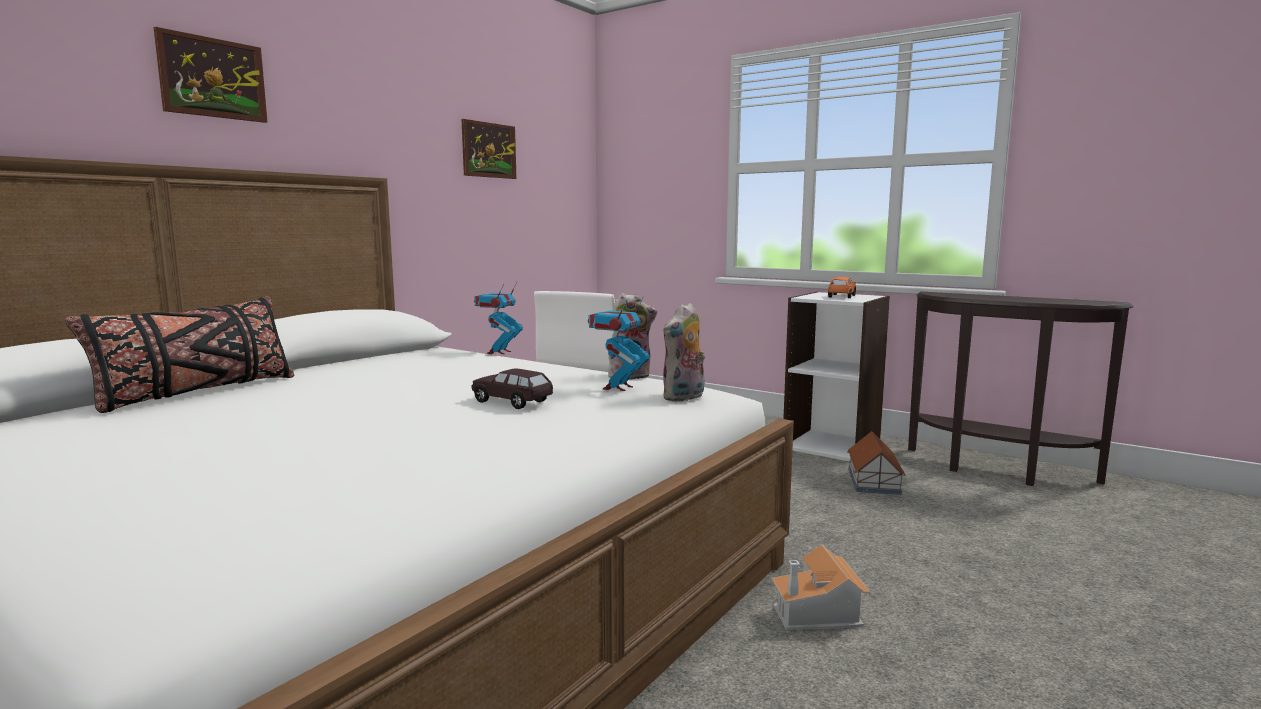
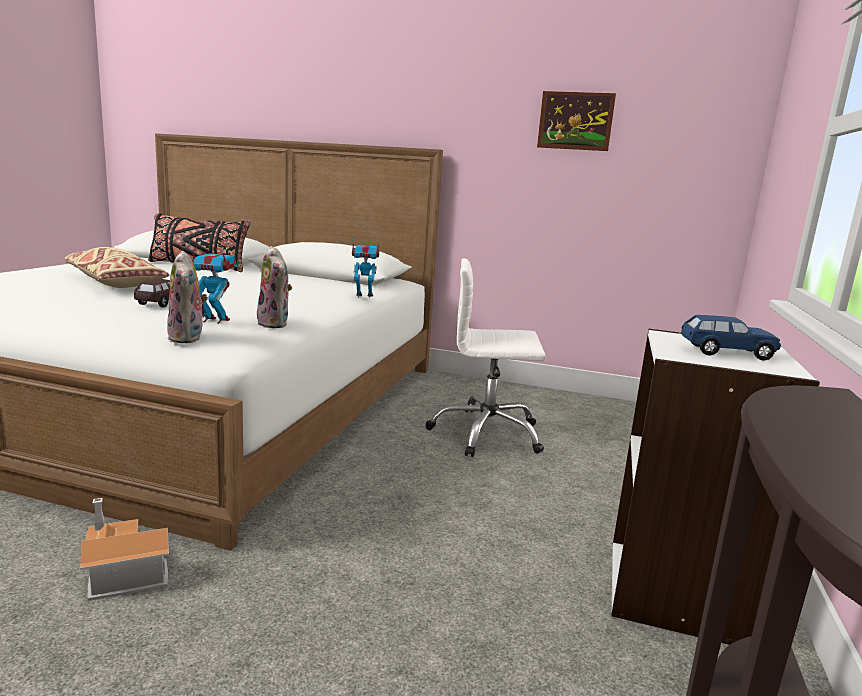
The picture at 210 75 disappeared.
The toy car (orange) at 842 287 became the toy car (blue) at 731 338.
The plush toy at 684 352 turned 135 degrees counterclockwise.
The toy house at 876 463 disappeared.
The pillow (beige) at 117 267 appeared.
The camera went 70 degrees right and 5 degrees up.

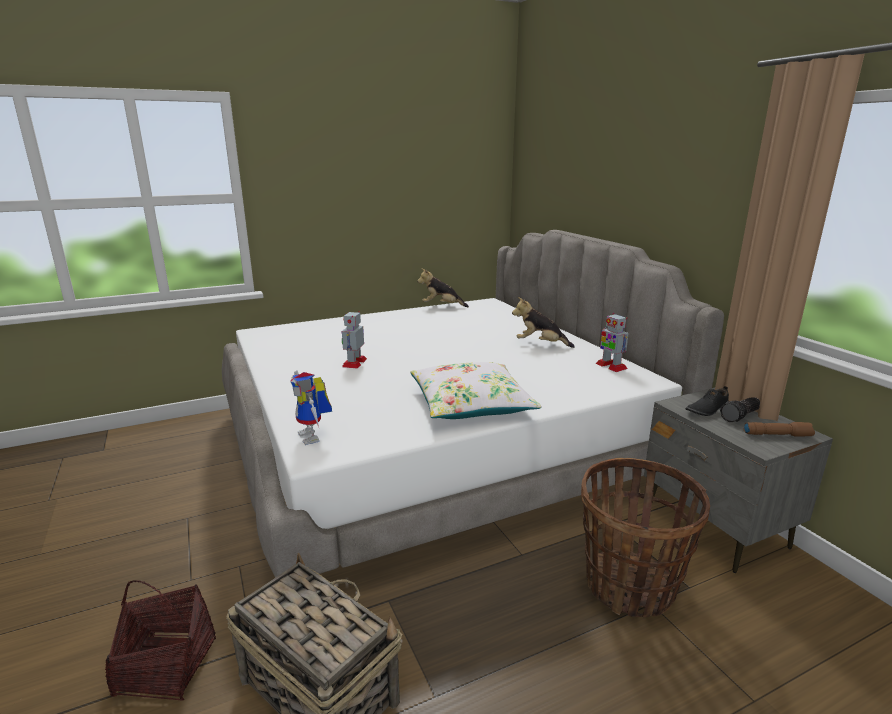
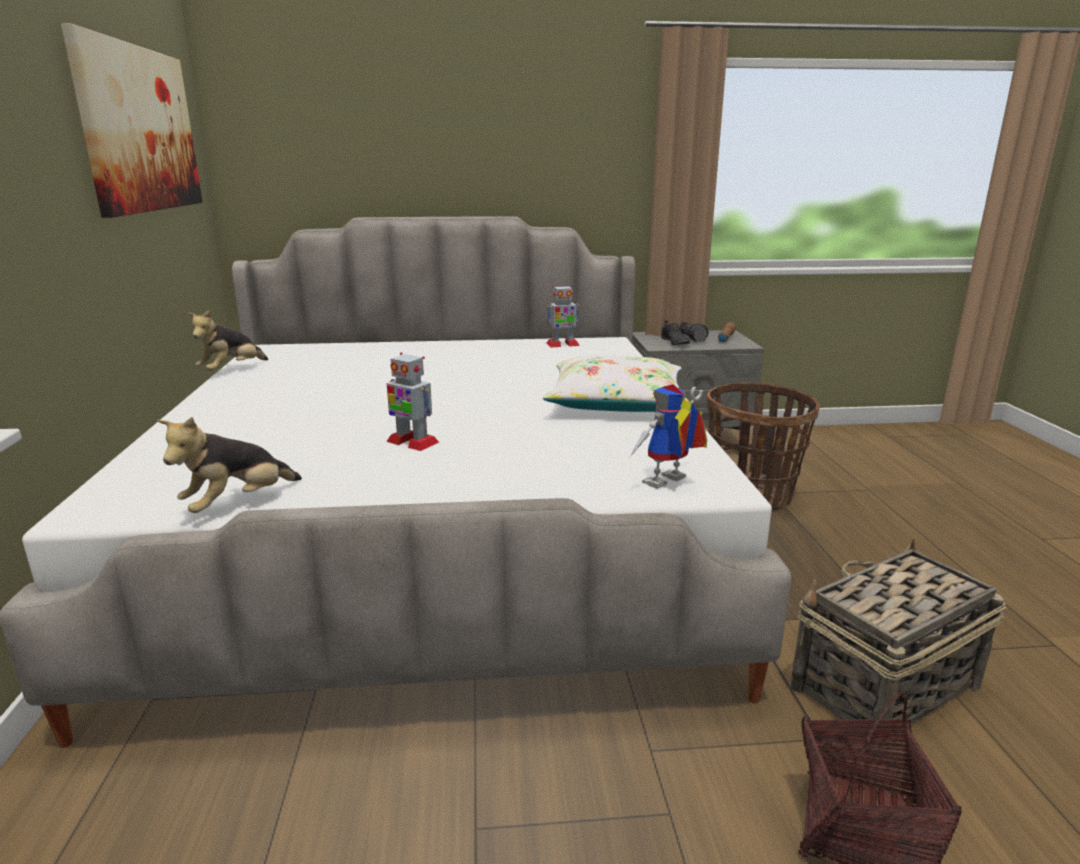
The plush toy moved from 543 322 to 229 465.
The toy robot at 311 407 turned 150 degrees clockwise.
The picture at 132 120 appeared.
The camera went 70 degrees left and 0 degrees up.

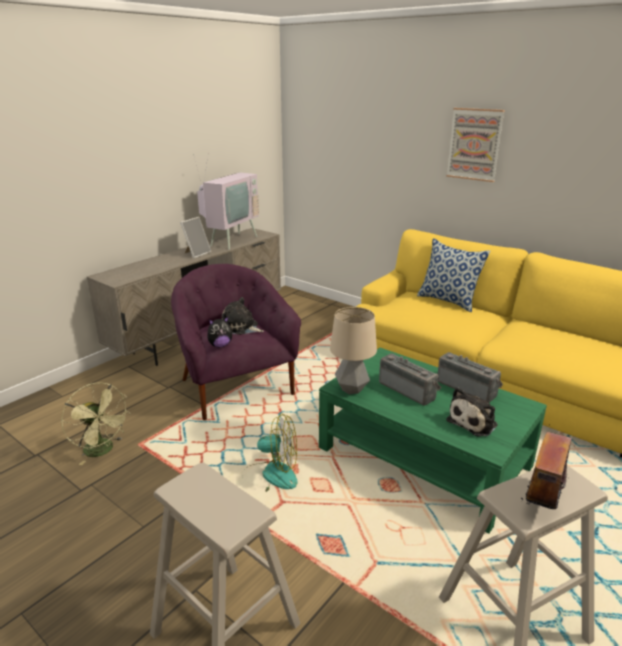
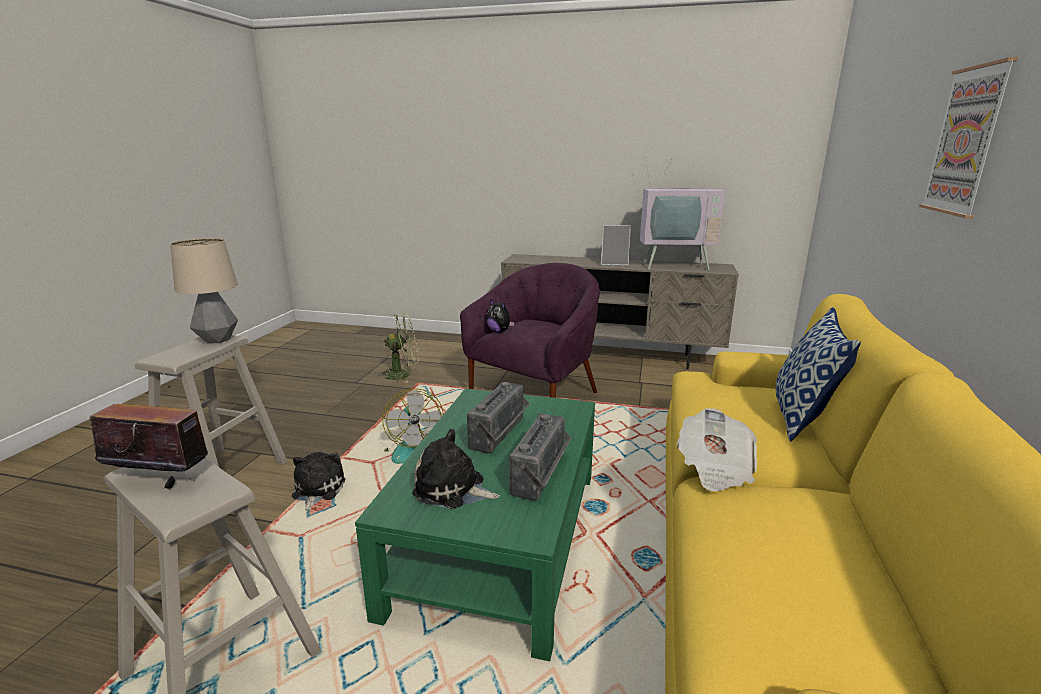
The plush toy moved from 243 316 to 318 481.
The table lamp moved from 353 350 to 204 291.
The fan (green) at 96 423 turned 120 degrees counterclockwise.
The newspaper at 717 449 appeared.
The camera went 65 degrees right and 5 degrees down.

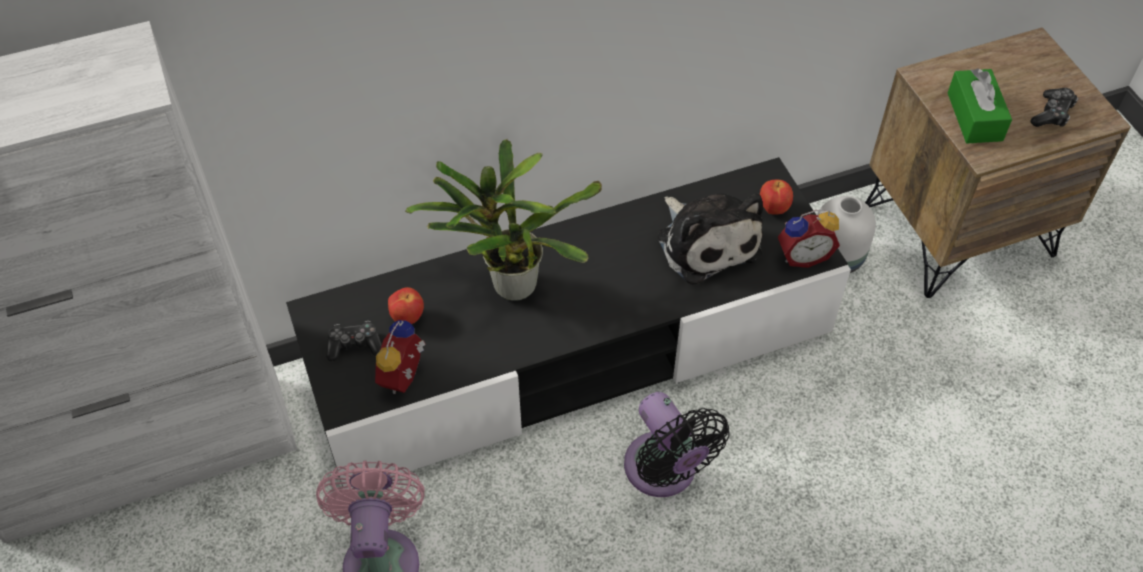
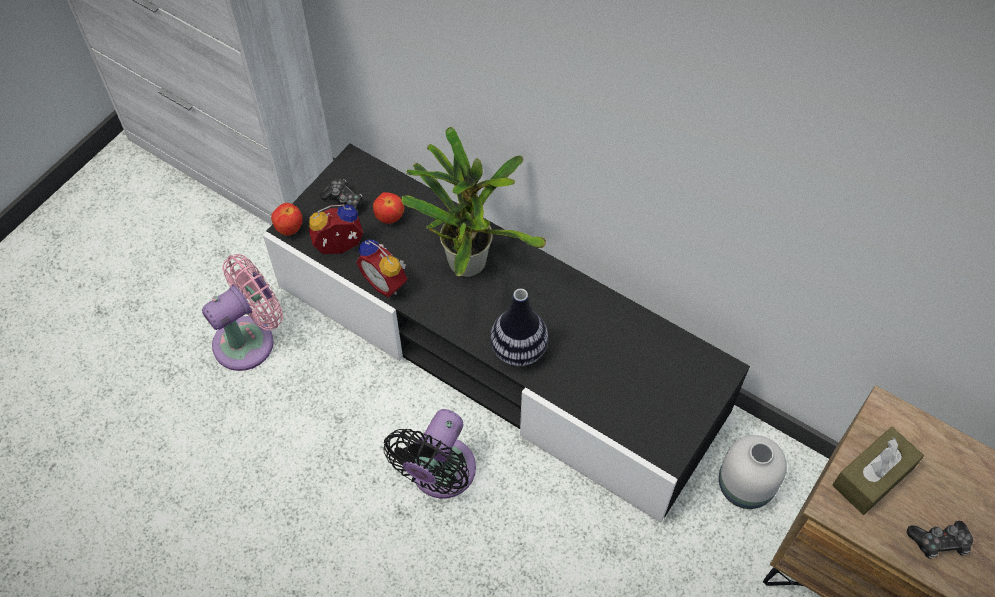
The tissue box (green) at 980 106 became the tissue box (brown) at 878 471.
The apple moved from 776 197 to 286 219.
The plush toy at 710 239 disappeared.
The alarm clock moved from 809 239 to 381 269.
The vase at 519 327 appeared.
The camera went 55 degrees right and 5 degrees up.

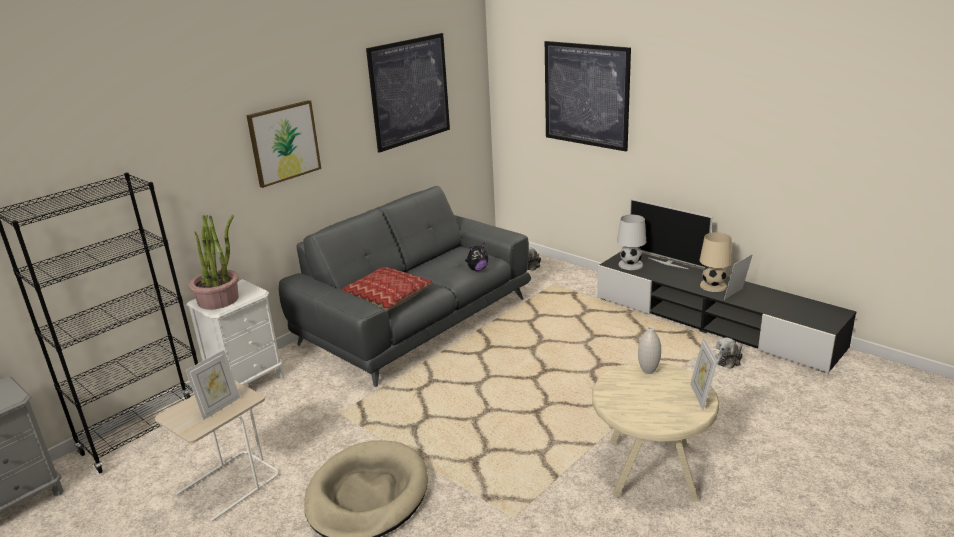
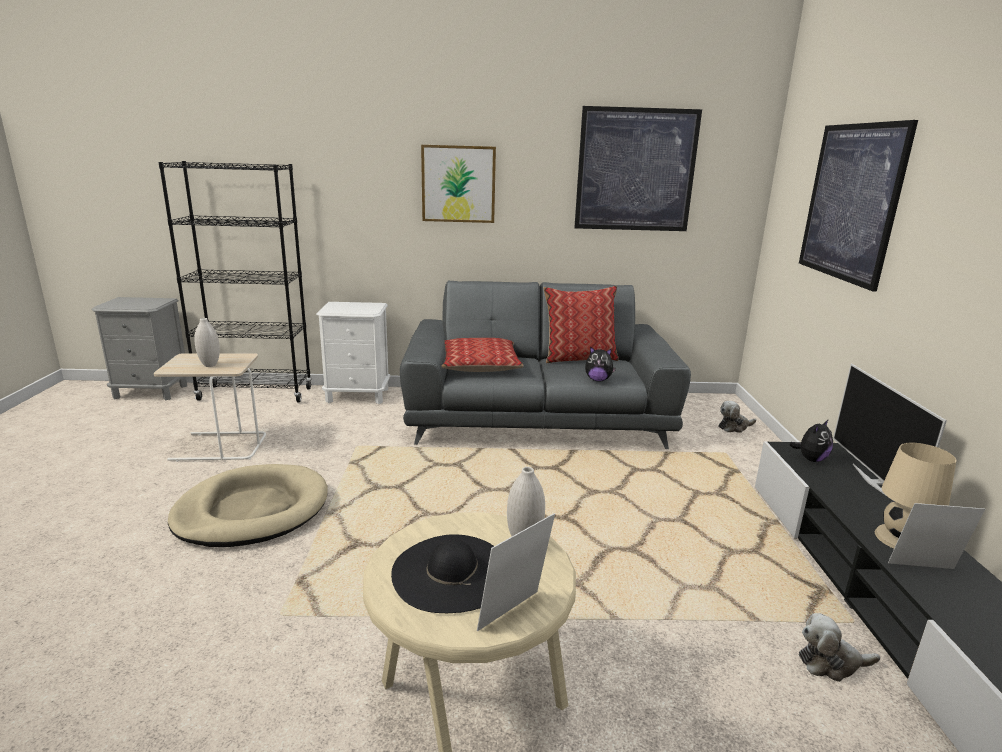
The potted plant at 214 262 disappeared.
The table lamp (white) at 631 242 was replaced by the plush toy at 811 440.
The picture frame at 212 385 was replaced by the vase (white) at 207 342.
The pillow at 581 324 appeared.
The hat (black) at 442 573 appeared.
The camera went 45 degrees right and 5 degrees down.

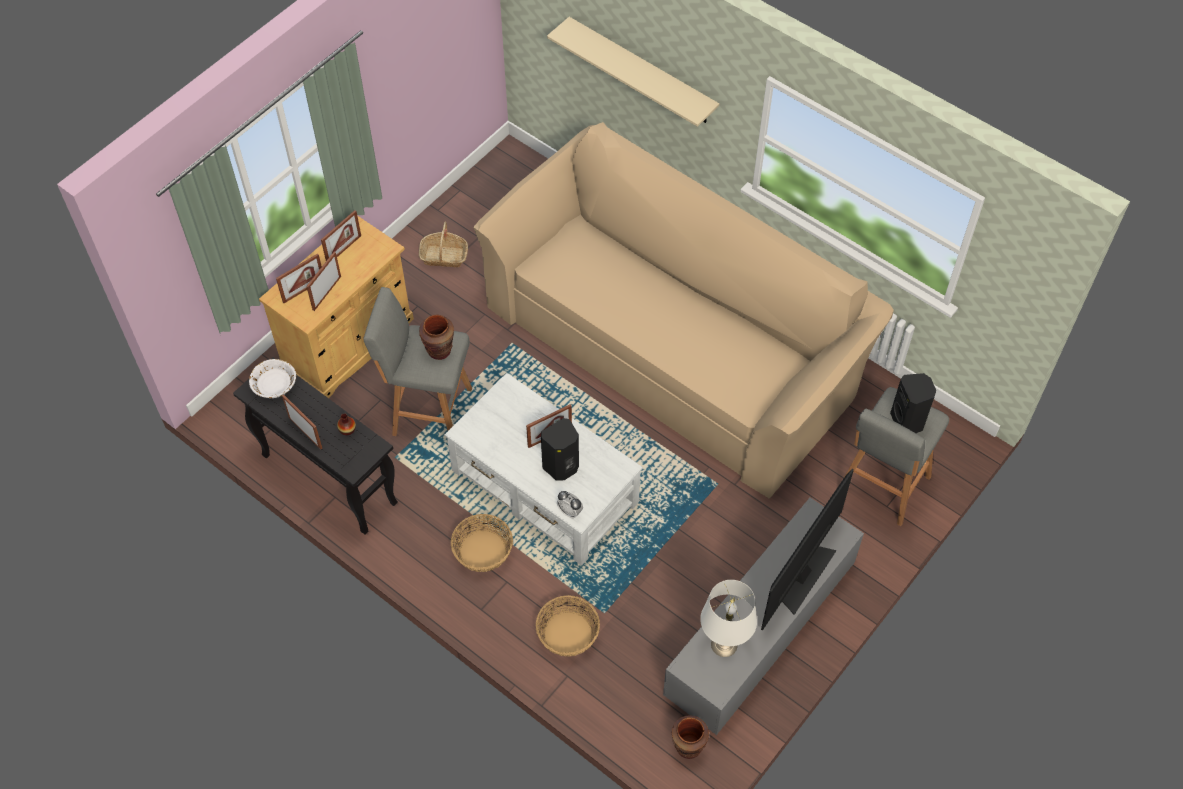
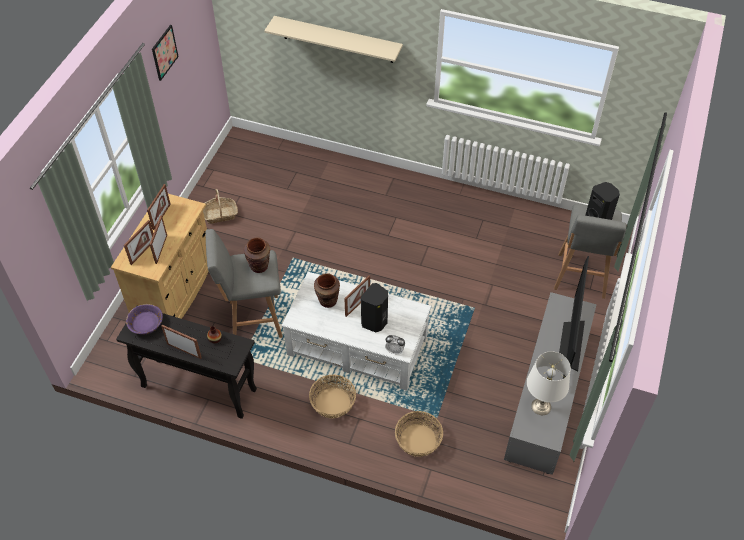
The sofa (beige) at 683 310 disappeared.
The bowl (white) at 272 378 became the bowl (purple) at 144 319.
The vase (brown) moved from 690 737 to 327 290.
The picture at 165 53 appeared.
The camera went 20 degrees left and 5 degrees down.

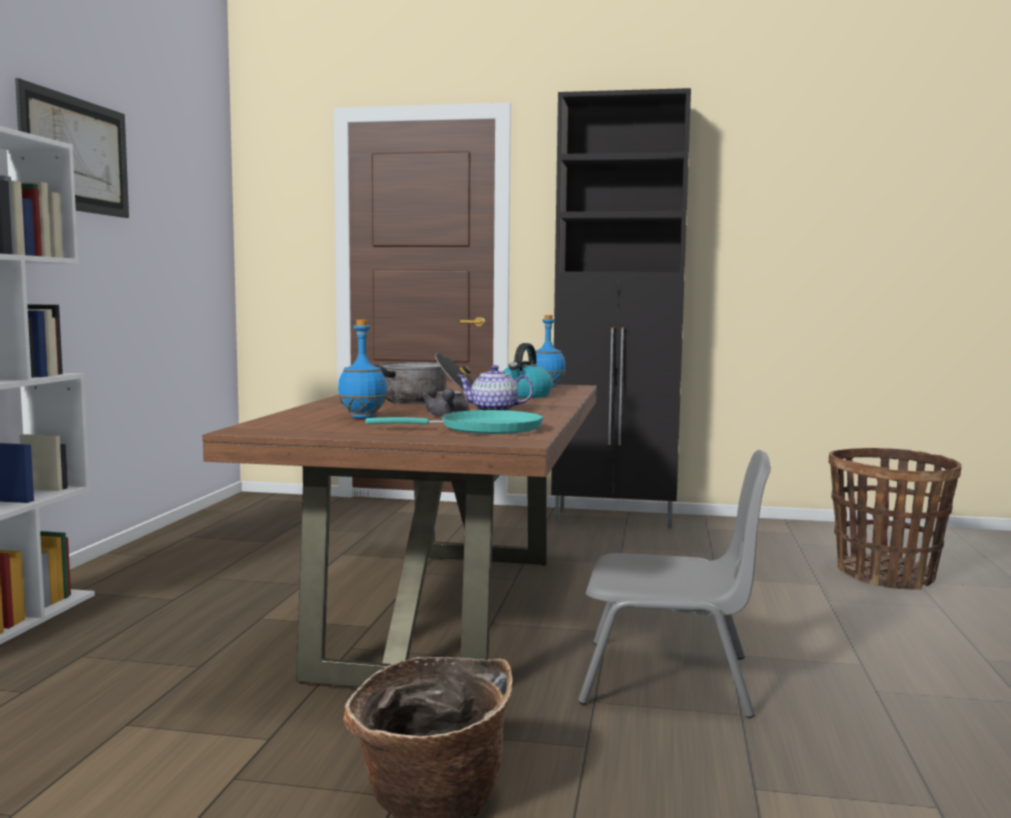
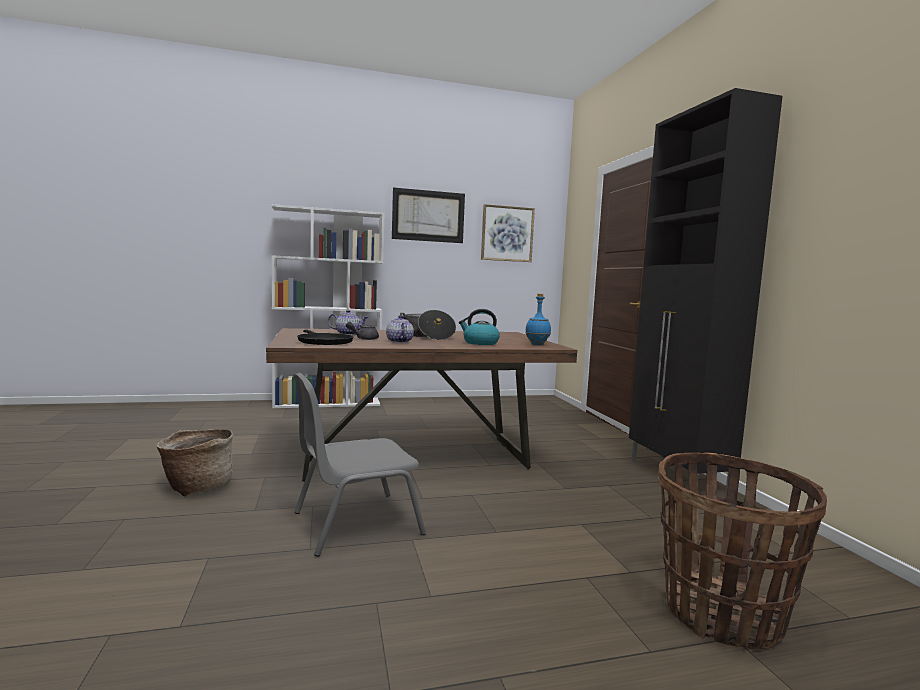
The bottle (blue) at 362 369 was replaced by the teapot at 348 322.
The frying pan (turquoise) at 454 422 became the frying pan (black) at 325 337.
The chair (grey) at 674 584 turned 75 degrees clockwise.
The picture at 508 233 appeared.
The camera went 65 degrees right and 0 degrees up.

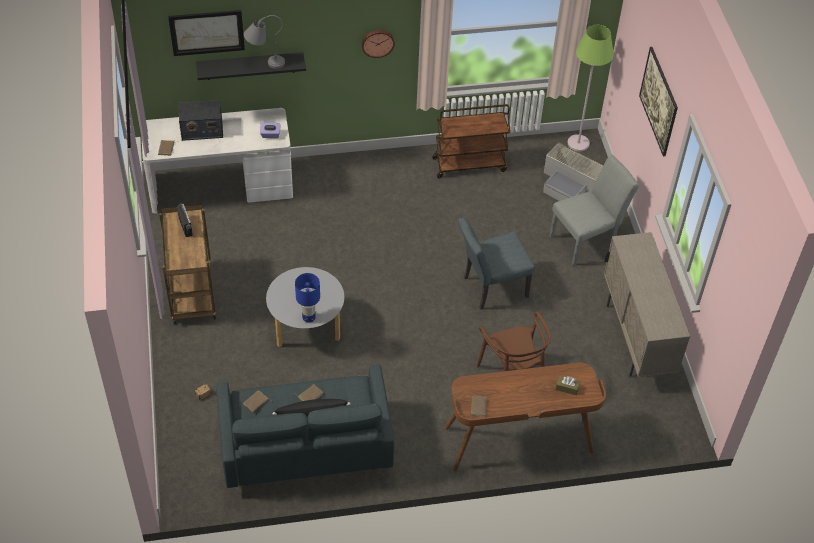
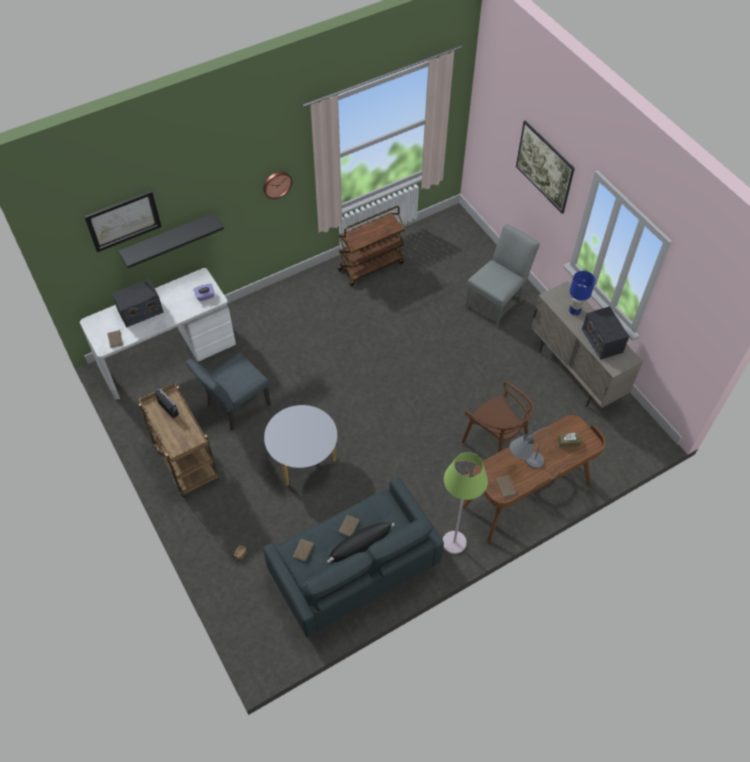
The table lamp (grey) moved from 264 42 to 531 448.
The floor lamp (green) moved from 591 88 to 465 503.
The storage box (grey) at 573 172 disappeared.
The chair (grey) moved from 496 264 to 228 391.
The table lamp (blue) moved from 307 297 to 582 293.
The radio at 605 333 appeared.
The camera went 20 degrees left and 5 degrees up.

